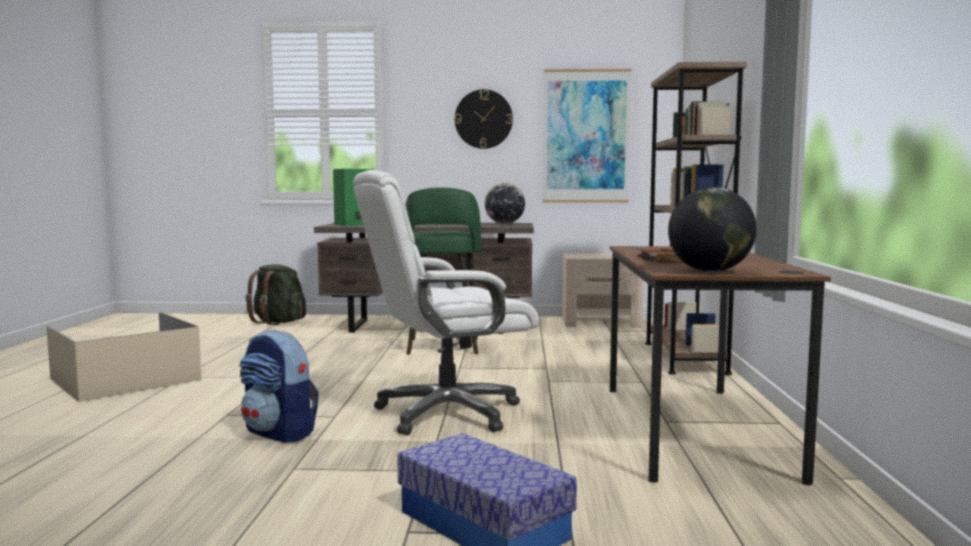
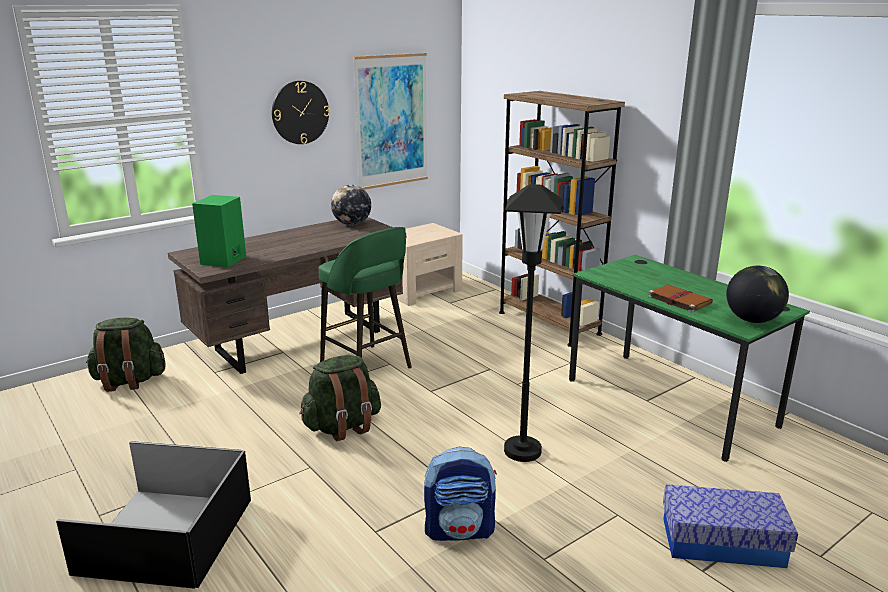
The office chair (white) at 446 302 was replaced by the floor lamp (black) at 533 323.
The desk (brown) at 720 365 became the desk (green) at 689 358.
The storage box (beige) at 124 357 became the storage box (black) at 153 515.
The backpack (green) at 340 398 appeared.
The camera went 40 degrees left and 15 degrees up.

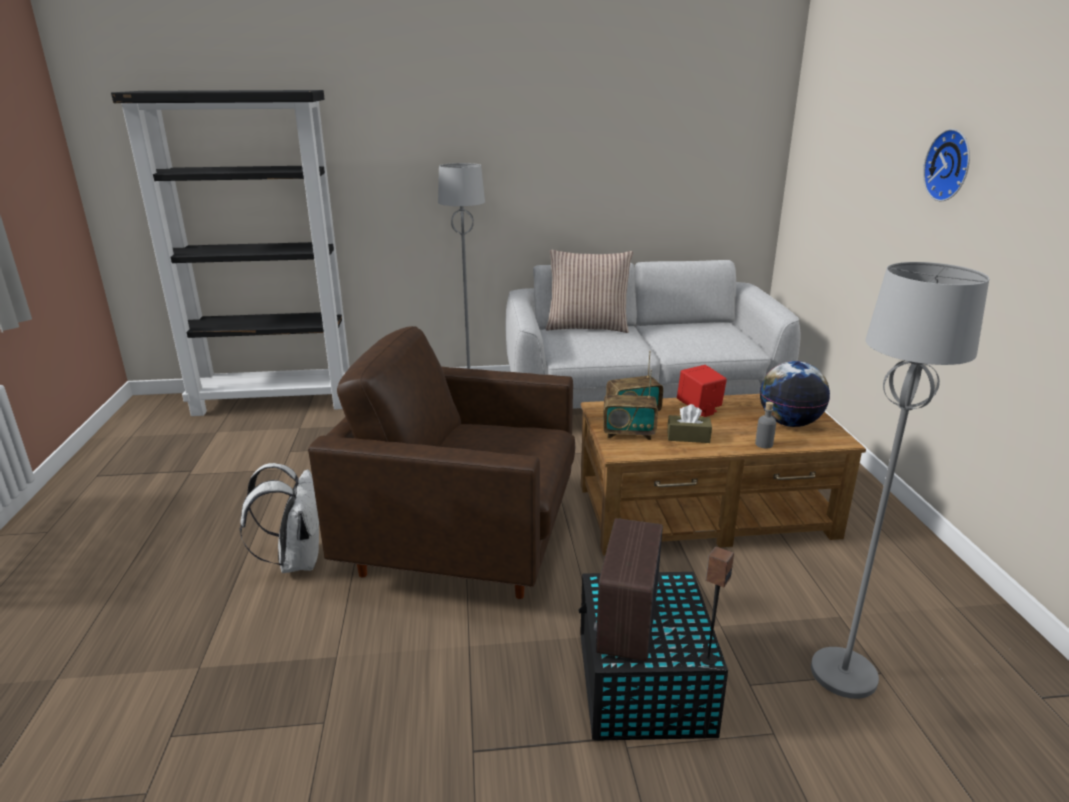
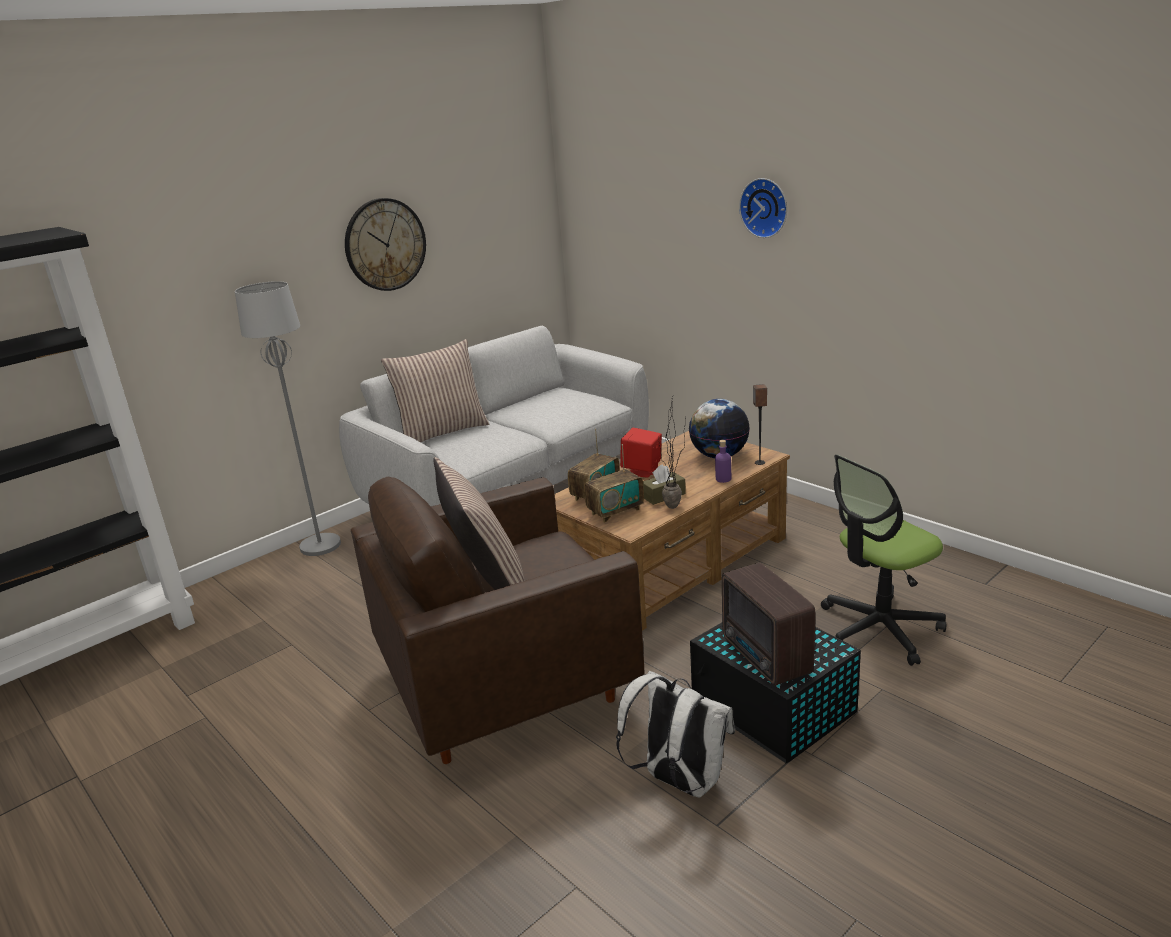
The floor lamp (grey) at 900 480 was replaced by the office chair at 884 560.
The bottle (grey) at 765 425 became the bottle (purple) at 723 461.
The backpack (white) moved from 279 518 to 675 734.
The speaker moved from 717 605 to 760 424.
The wall clock at 385 244 appeared.
The potted plant at 671 451 appeared.
The pillow at 479 523 appeared.
The camera went 35 degrees left and 0 degrees up.

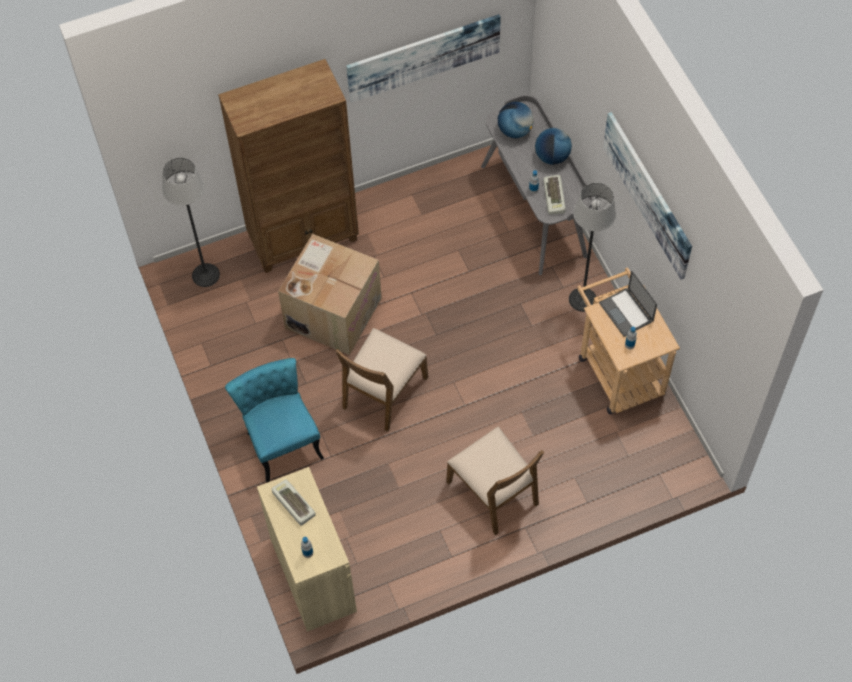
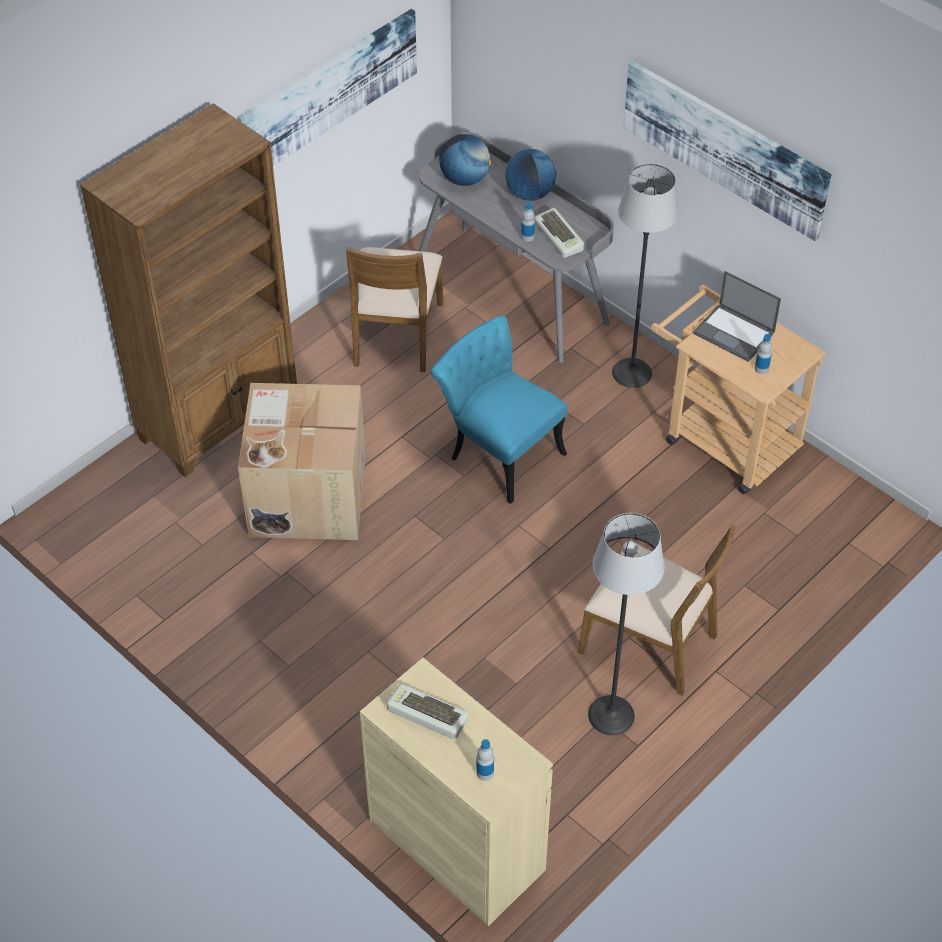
The floor lamp moved from 191 222 to 626 624.
The chair (brown) moved from 381 380 to 394 309.
The chair (turquoise) moved from 274 420 to 499 409.
The camera went 25 degrees left and 10 degrees down.

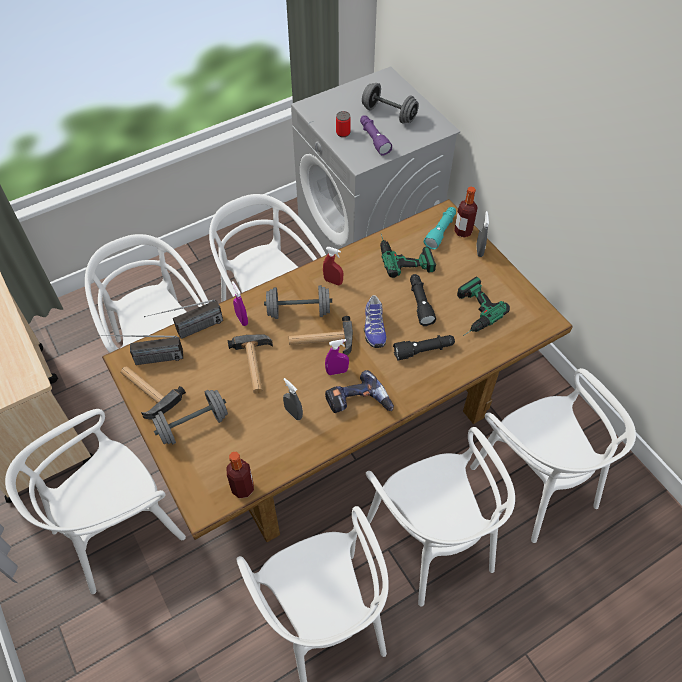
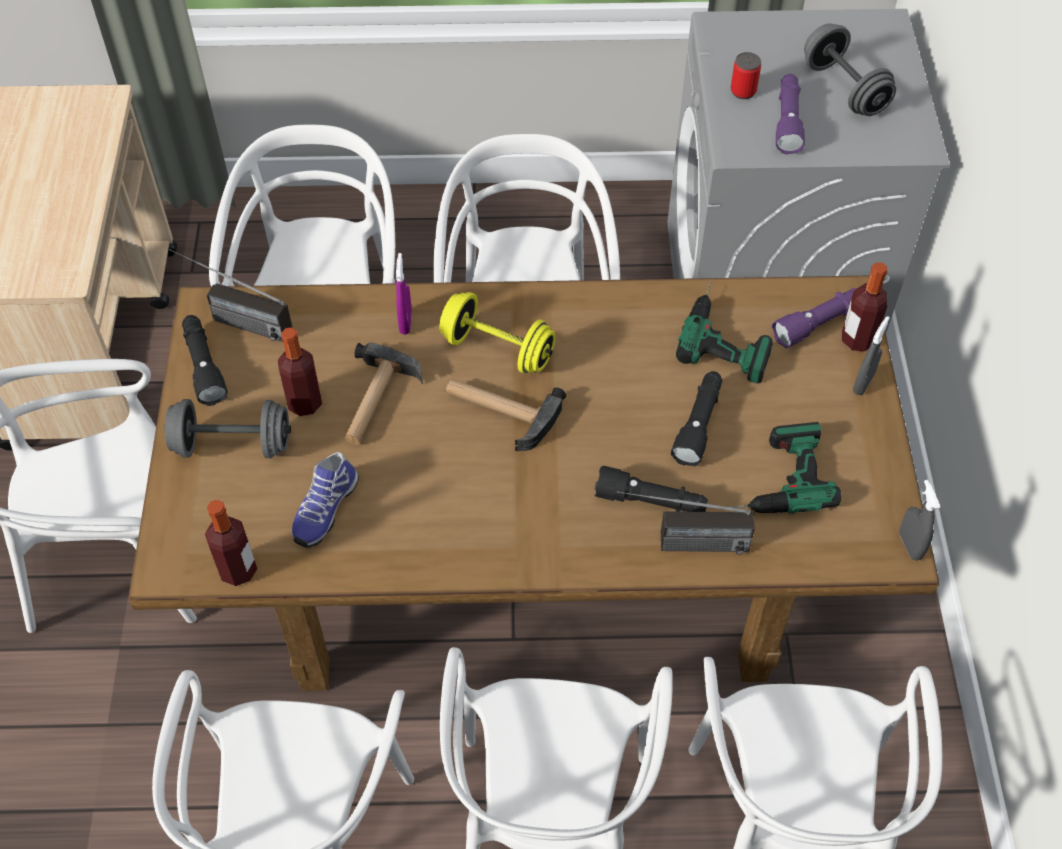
The flashlight (turquoise) at 440 228 became the flashlight (purple) at 814 318.
The spray bottle (red) at 333 266 disappeared.
The dumbbell (grey) at 298 302 became the dumbbell (yellow) at 497 332.
The shoe moved from 375 321 to 325 499.
The radio moved from 183 319 to 686 523.
The spray bottle (purple) at 337 357 disappeared.
The hammer at 153 393 was replaced by the flashlight (black) at 205 360.
The power drill at 359 391 disappeared.
The spray bottle (grey) moved from 293 399 to 919 520.
The bottle at 300 371 appeared.
The camera went 30 degrees right and 0 degrees up.

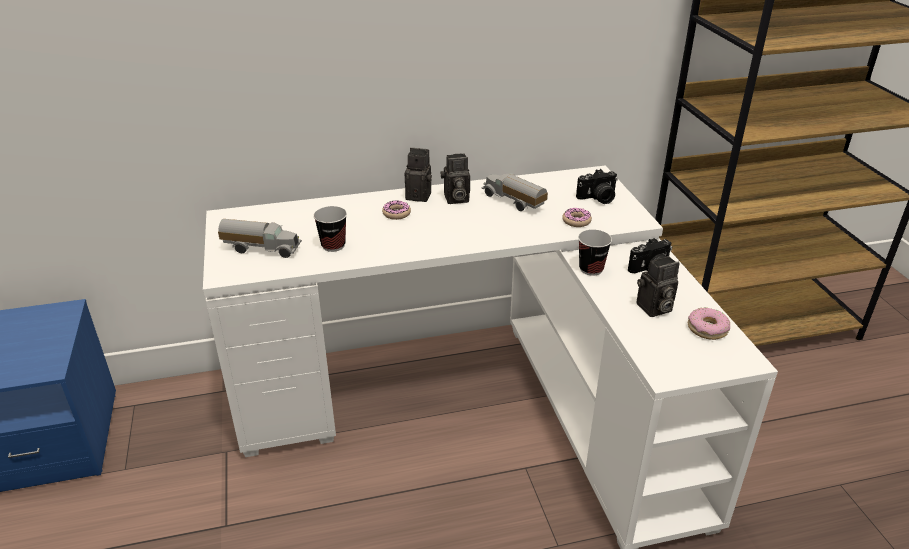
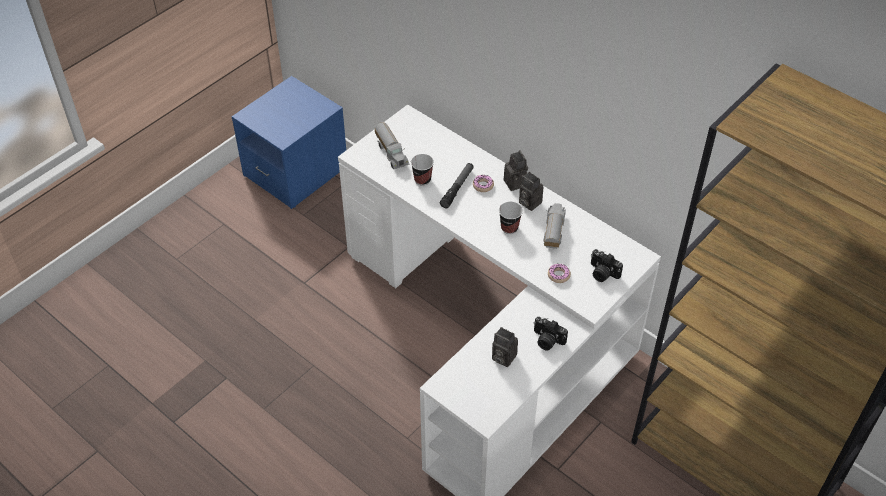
The cup moved from 595 253 to 511 218.
The donut at 709 324 disappeared.
The flashlight at 457 185 appeared.
The camera went 55 degrees right and 15 degrees up.

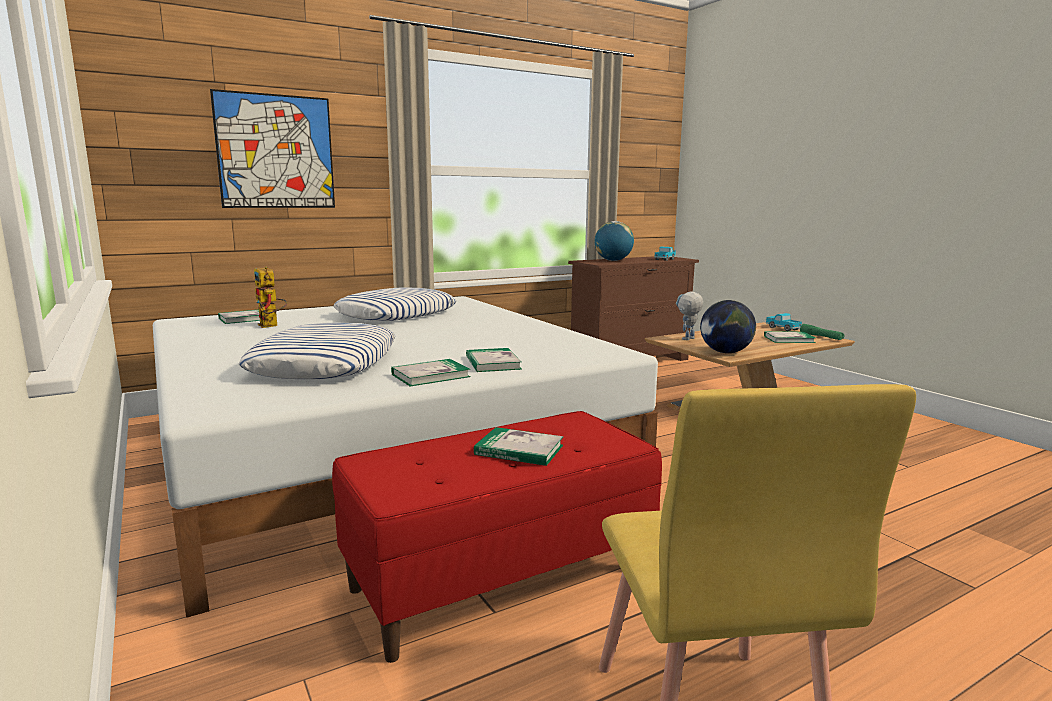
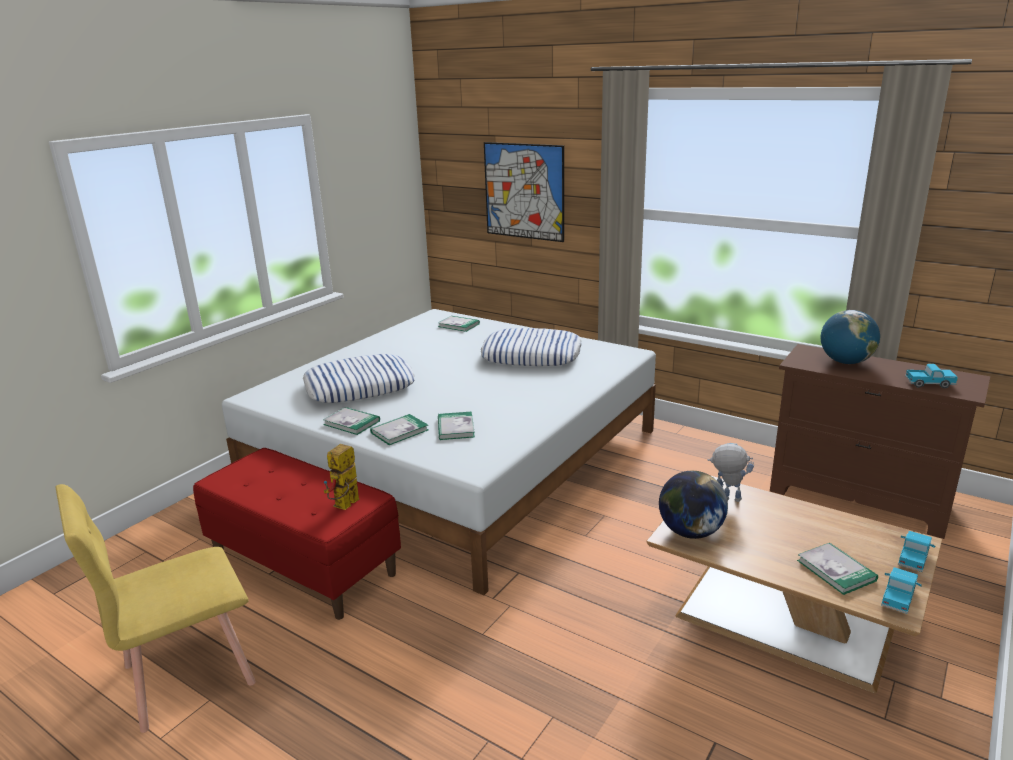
The toy robot moved from 270 297 to 342 477.
The flashlight (green) at 822 332 was replaced by the toy truck at 901 590.
The book moved from 519 446 to 456 426.
The camera went 65 degrees right and 10 degrees up.

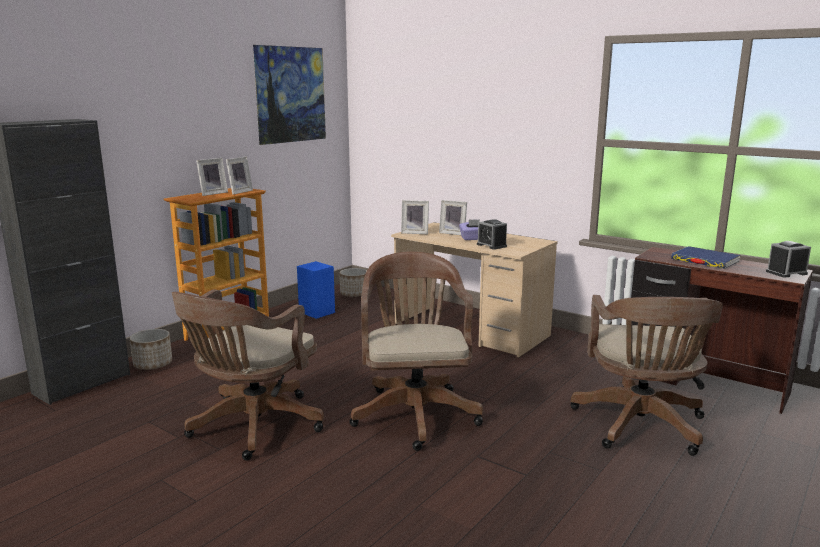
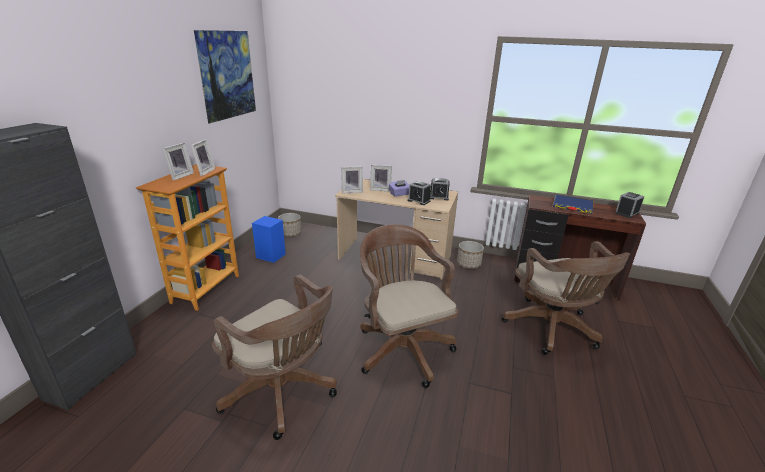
The office chair (brown) at 248 375 turned 60 degrees counterclockwise.
The planter moved from 151 349 to 470 255.
The alarm clock at 439 189 appeared.
The camera went 20 degrees left and 10 degrees up.

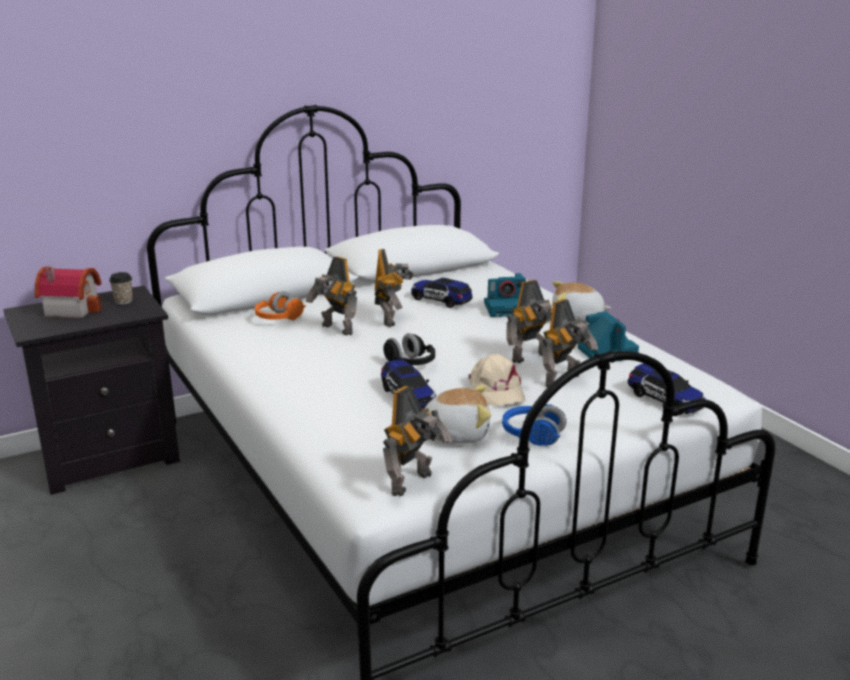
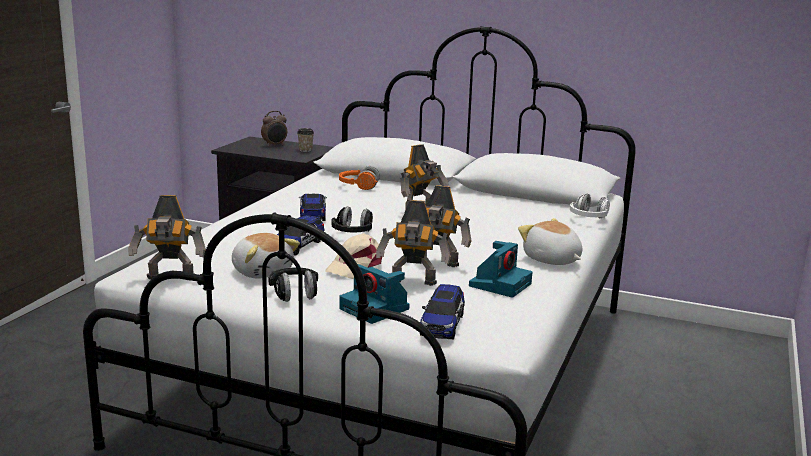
The toy robot at 331 295 disappeared.
The toy house at 68 292 was replaced by the alarm clock at 274 129.
The photo camera moved from 505 295 to 374 294.
The toy car moved from 442 293 to 313 207.
The headphones (blue) at 534 425 became the headphones (black) at 293 284.
The headphones (white) at 590 206 appeared.
The camera went 50 degrees right and 5 degrees down.

